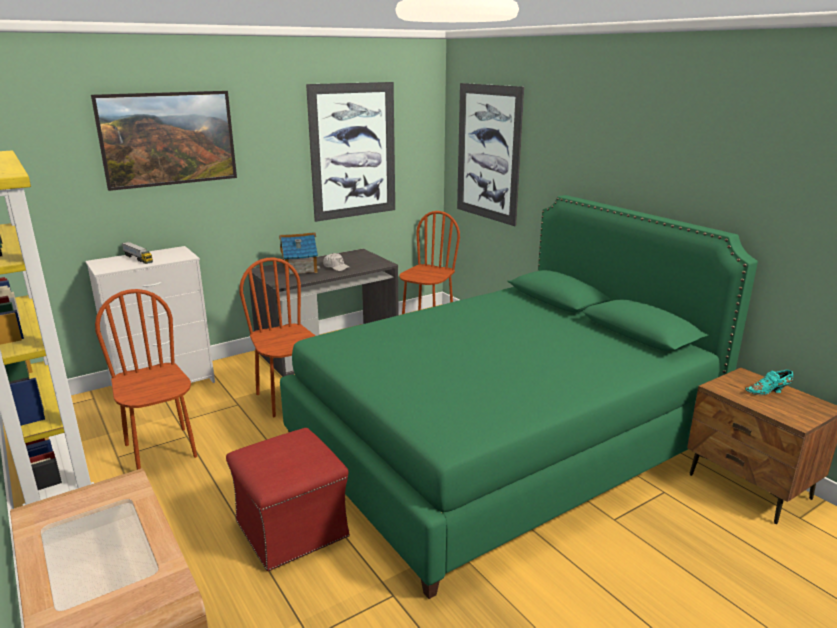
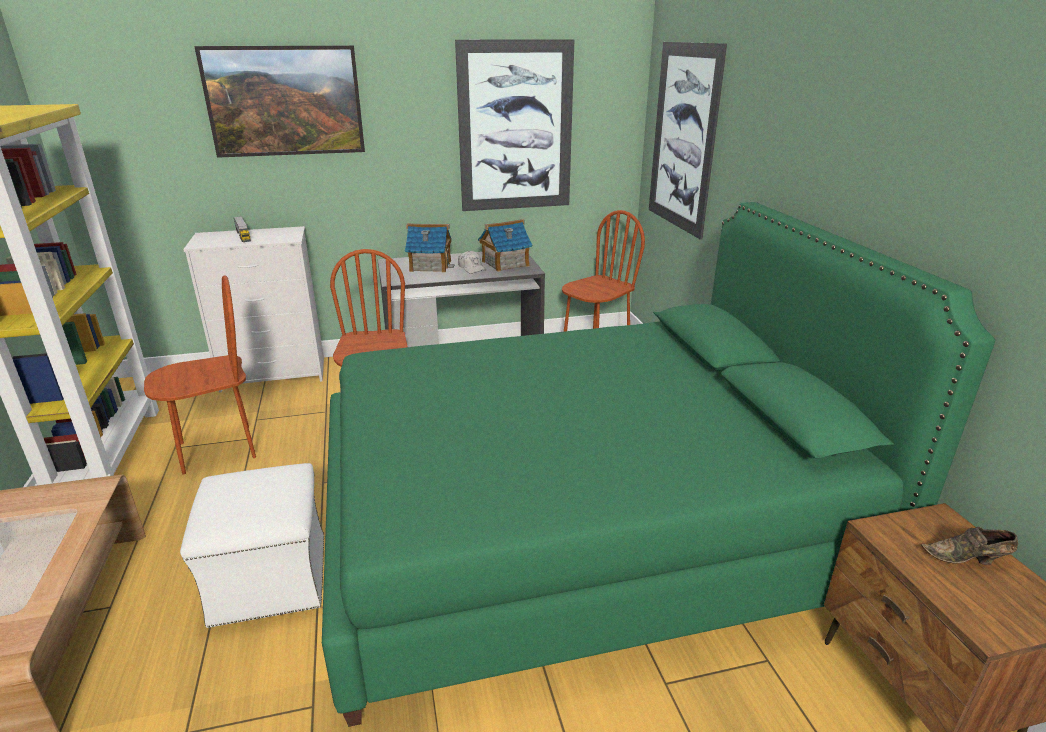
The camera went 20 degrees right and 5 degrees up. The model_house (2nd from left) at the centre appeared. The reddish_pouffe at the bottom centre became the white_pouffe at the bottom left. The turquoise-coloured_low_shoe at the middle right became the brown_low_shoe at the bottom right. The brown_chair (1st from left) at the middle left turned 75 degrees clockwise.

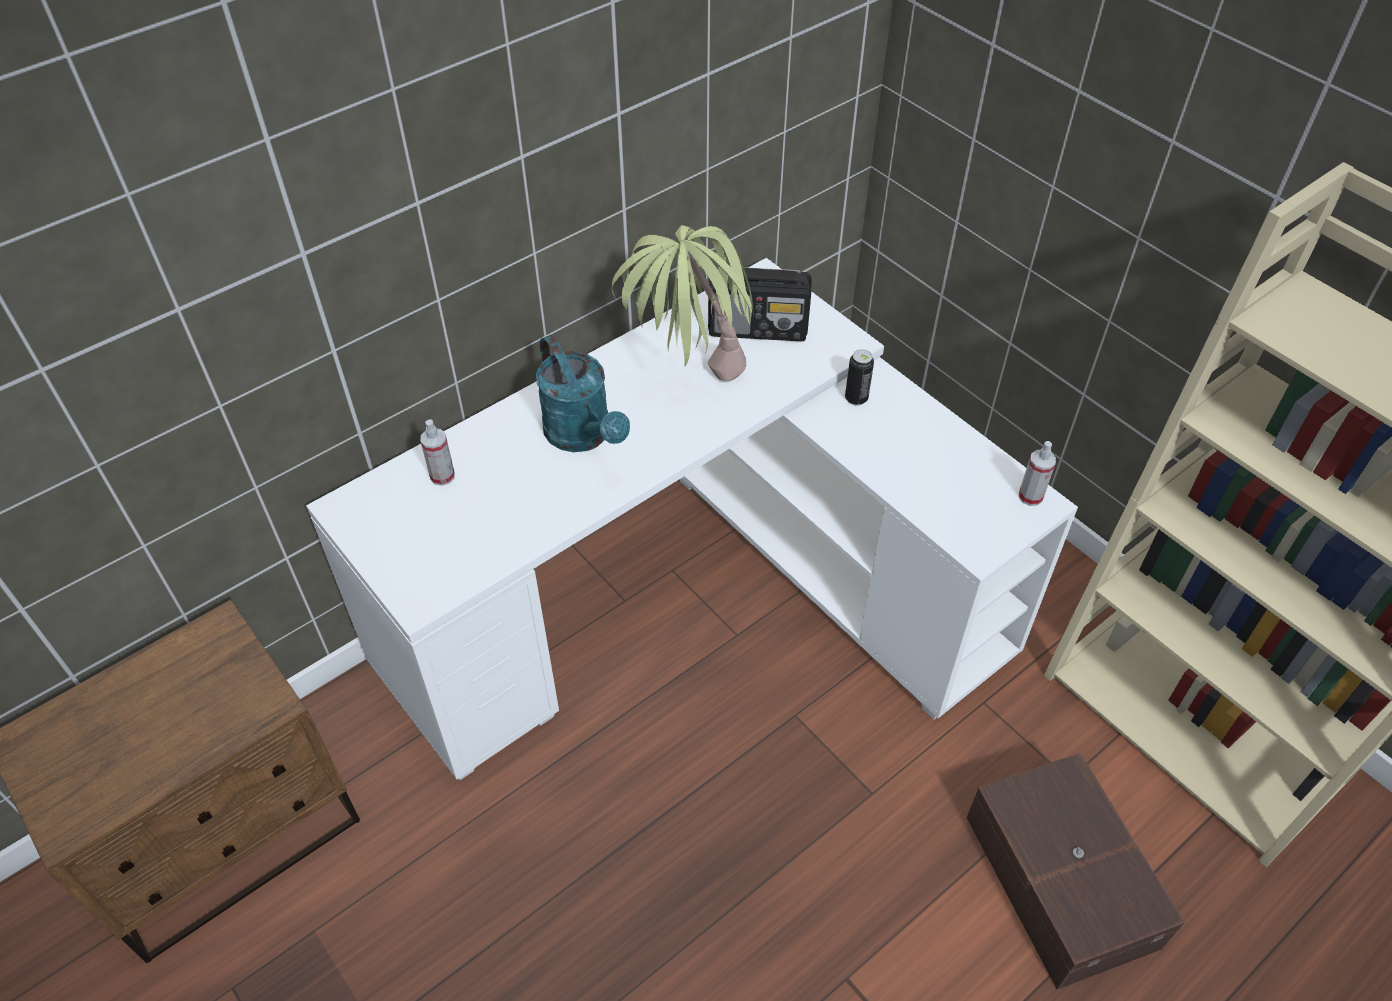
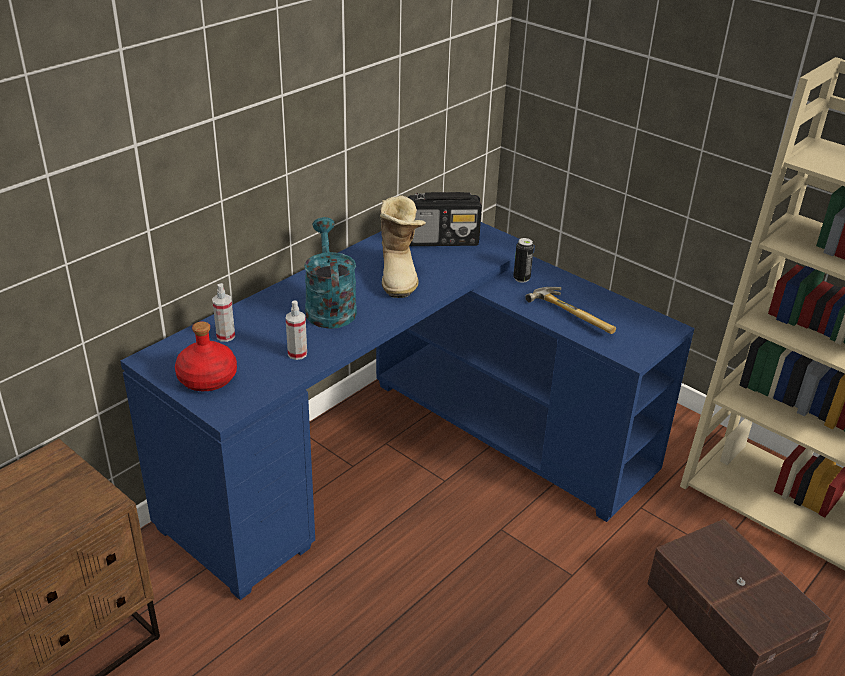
The camera went 10 degrees left and 15 degrees down. The reddish_bottle at the middle left appeared. The hand_hammer at the middle right appeared. The spray_bottle (2nd from left) moved from the middle right to the centre. The potted_plant at the top centre was replaced by the high-top_boot at the centre. The white_desk at the centre became the bluish_desk at the centre. The turquoise-coloured_watering_pot at the centre turned 150 degrees counterclockwise.

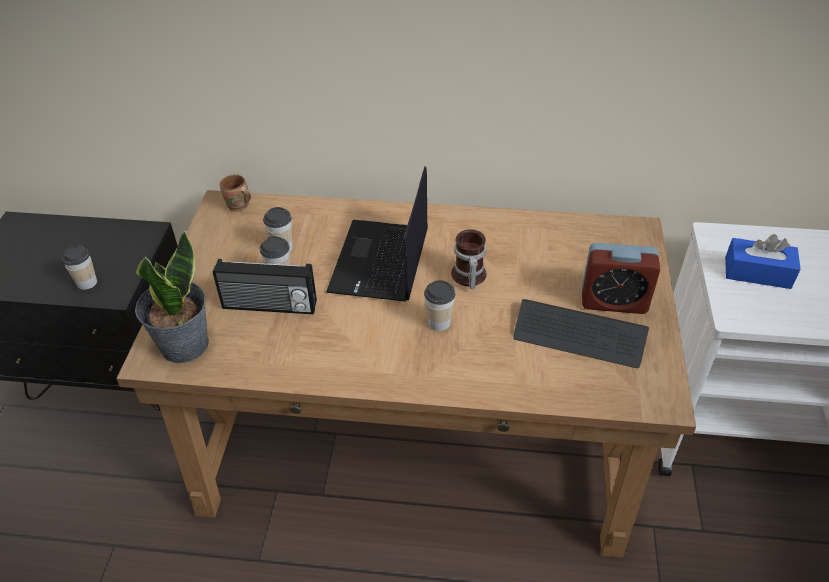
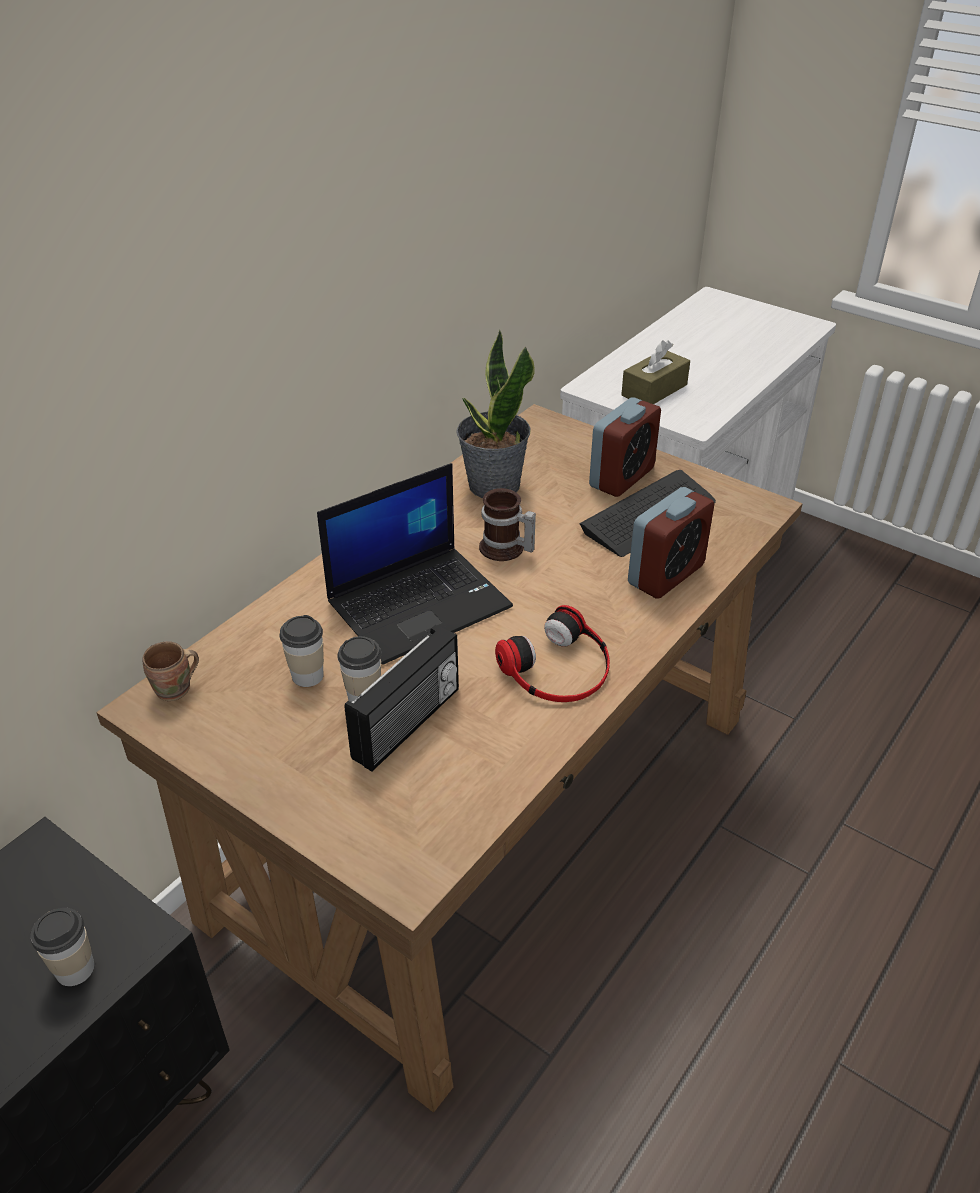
The camera went 60 degrees left and 5 degrees down. The small_cup (4th from left) at the centre disappeared. The headset at the centre appeared. The table_clock (2nd from left) at the middle right appeared. The potted_plant moved from the middle left to the centre. The bluish_tissue_holder at the middle right became the brown_tissue_holder at the top right. The portable_computer at the centre turned 75 degrees counterclockwise.

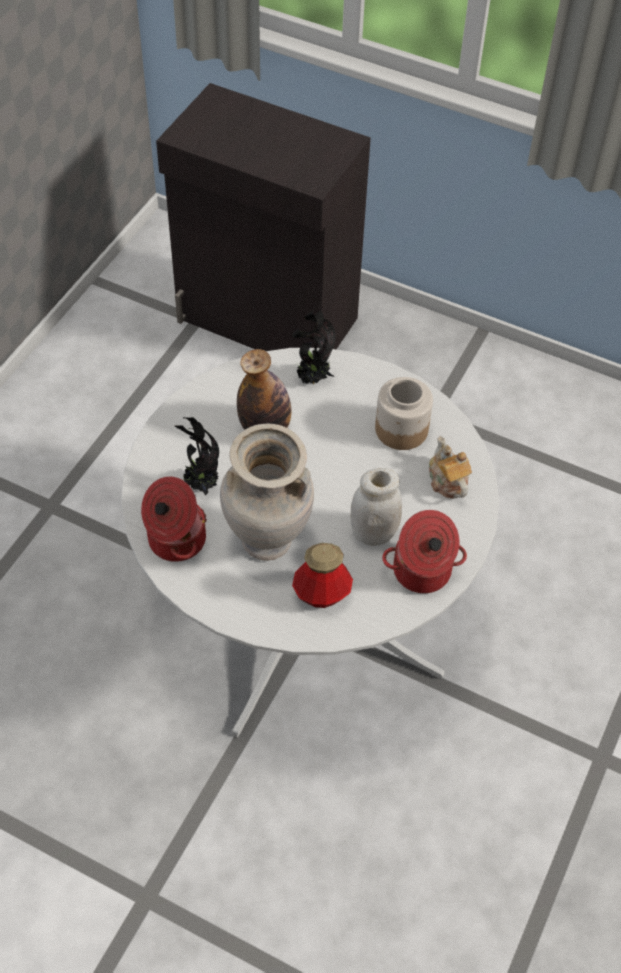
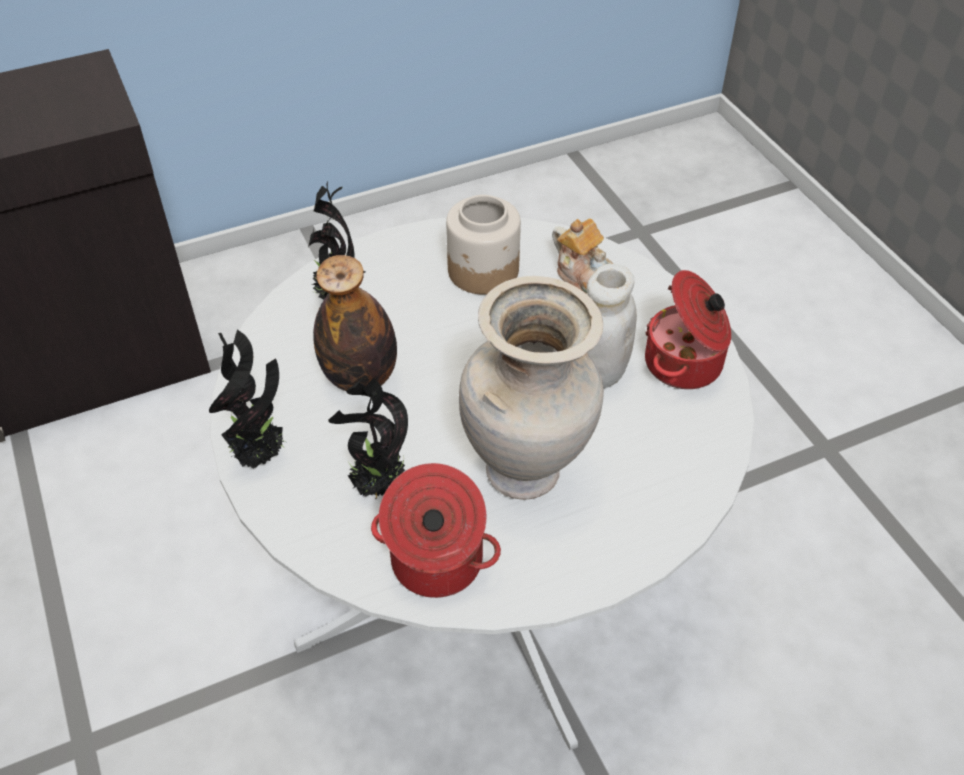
The camera went 50 degrees left and 5 degrees down. The bottle (2nd from left) at the centre disappeared. The potted_plant (1st from left) at the middle left appeared. The teapot at the middle right turned 150 degrees counterclockwise.

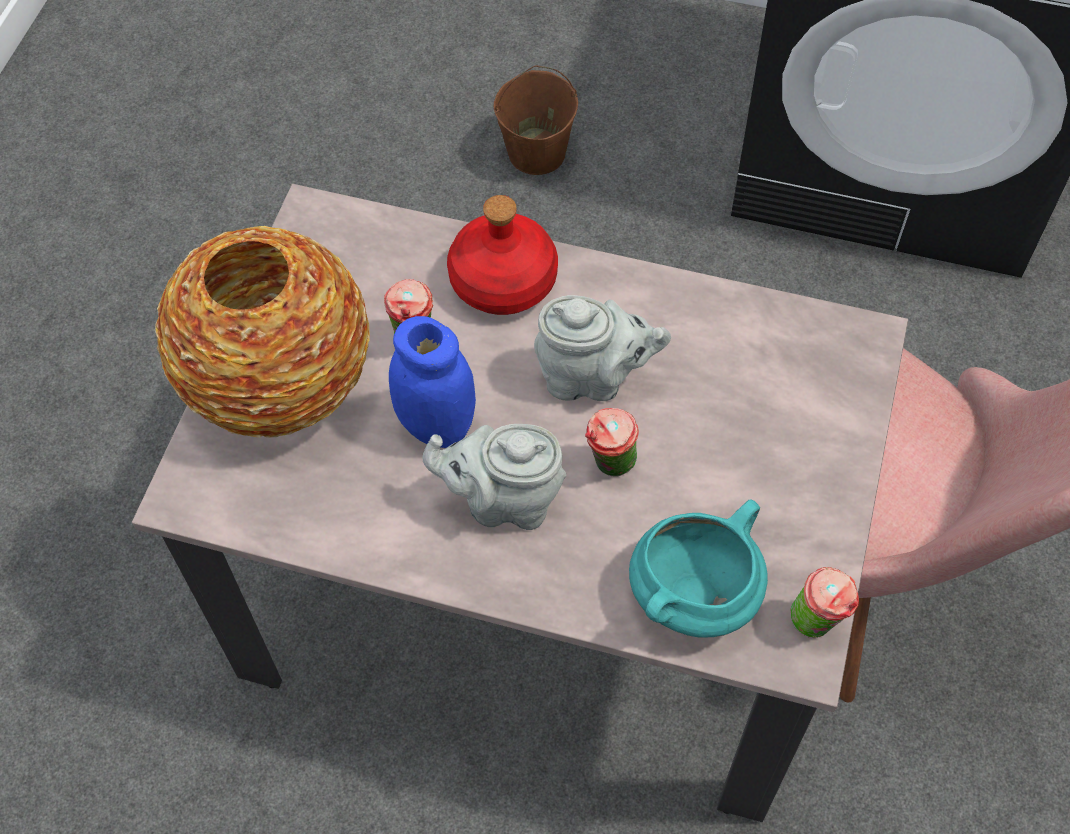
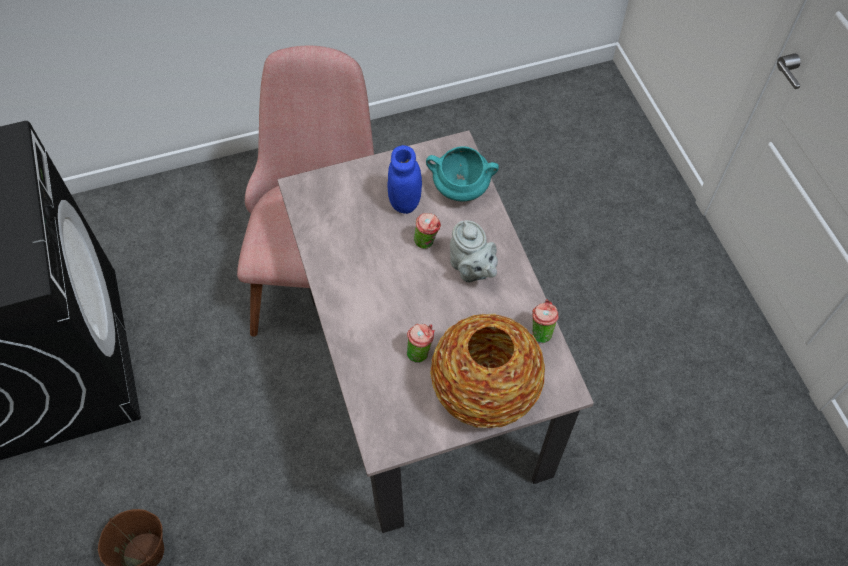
The camera went 125 degrees left and 0 degrees up. The reddish_bottle at the top centre disappeared. The greyish_teapot (2nd from left) at the centre disappeared. The bluish_storage_jar moved from the centre to the top centre. The small_cup (3rd from left) moved from the bottom right to the centre.

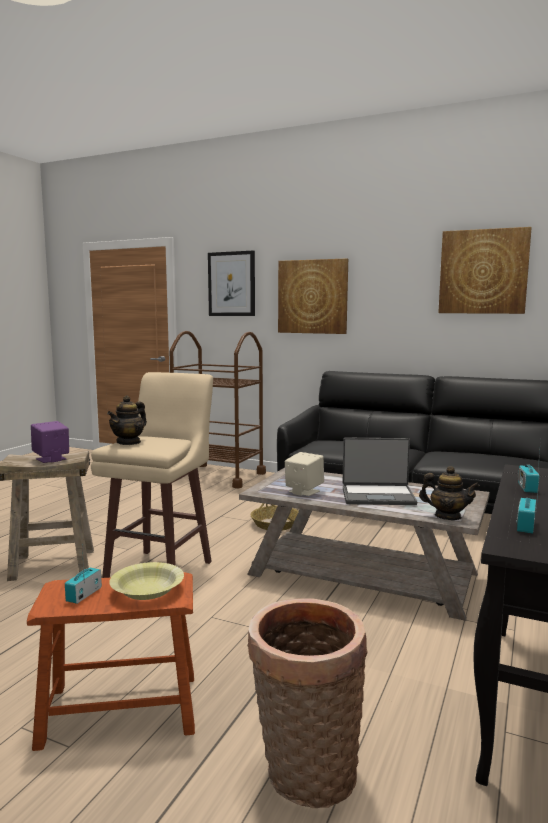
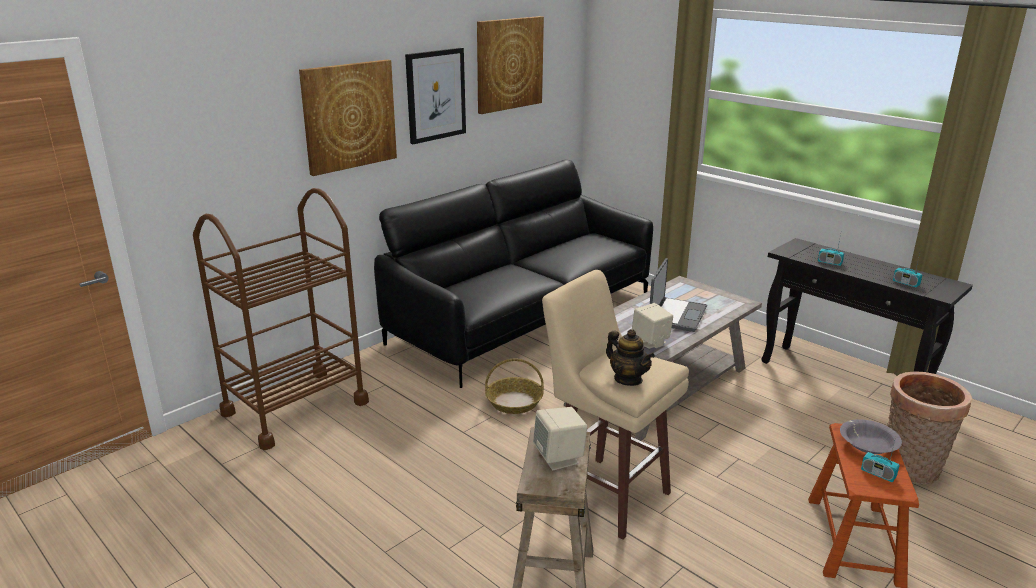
The camera went 70 degrees left and 15 degrees up. The teapot (2nd from left) at the middle right disappeared. The wall_picture (1st from left in the first image) moved from the centre to the top centre. The purple_audio_speaker at the middle left became the beige_audio_speaker (1st from left) at the bottom centre. The yellowish_bowl at the bottom left became the greyish_bowl at the bottom right.

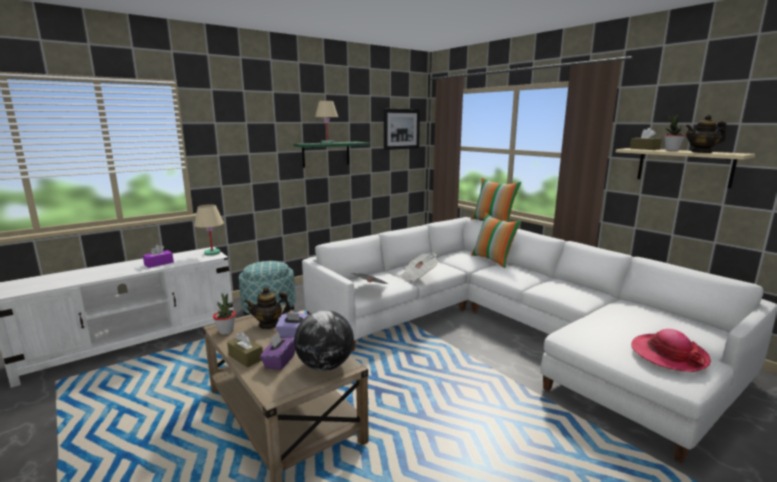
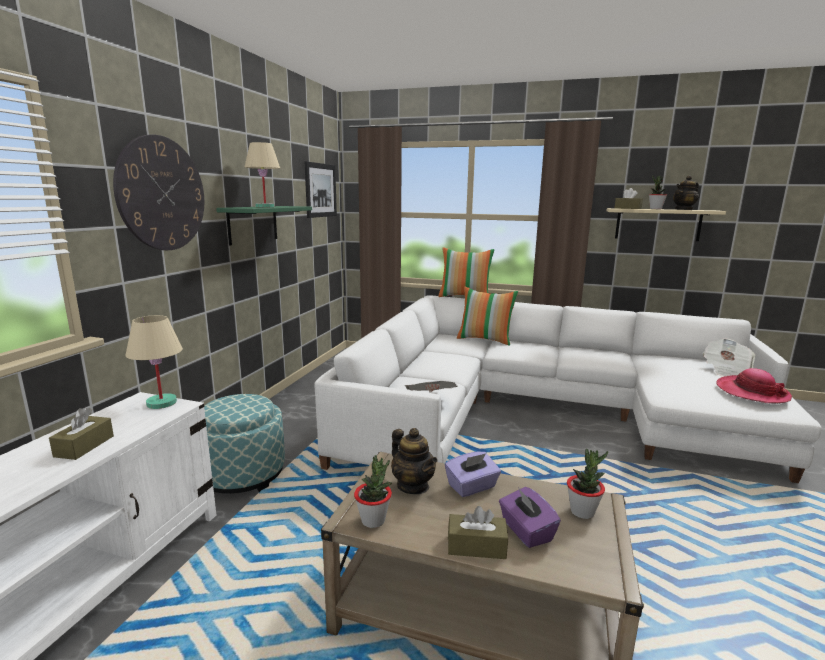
The camera went 35 degrees left and 0 degrees up. The wall_clock at the top left appeared. The printed_paper (2nd from left) moved from the centre to the middle right. The world_globe at the bottom centre was replaced by the potted_plant (2nd from left) at the bottom right. The purple_tissue_holder (1st from left) at the middle left became the brown_tissue_holder (1st from left) at the middle left. The teapot (1st from left) at the centre turned 75 degrees counterclockwise.

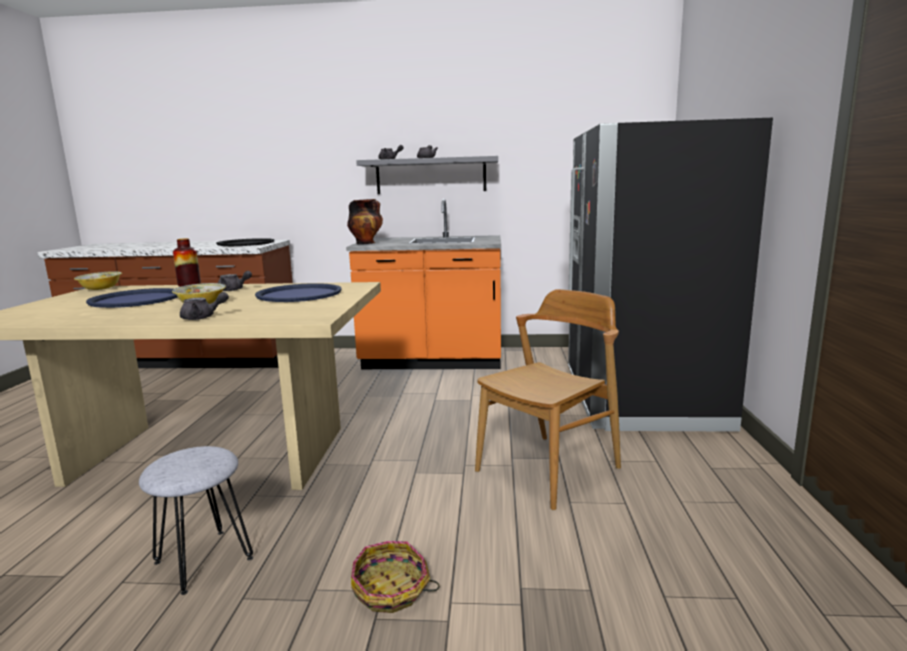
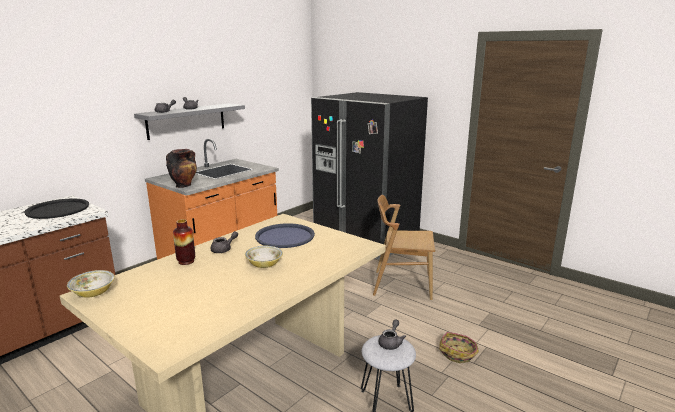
The camera went 55 degrees left and 5 degrees up. The bluish_tray (1st from left) at the middle left disappeared. The greyish_teapot (1st from left in the first image) moved from the middle left to the bottom centre. The brown_chair at the centre turned 75 degrees counterclockwise.

